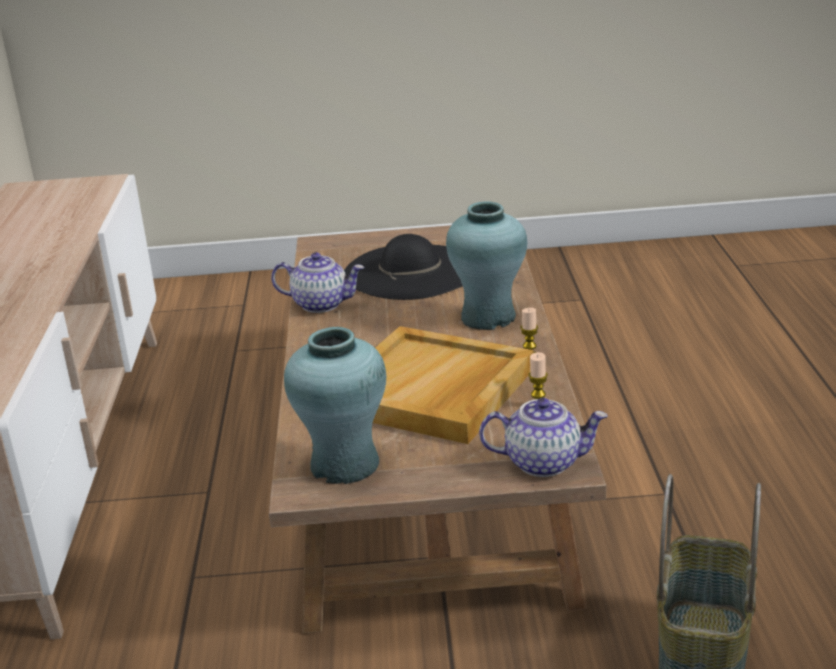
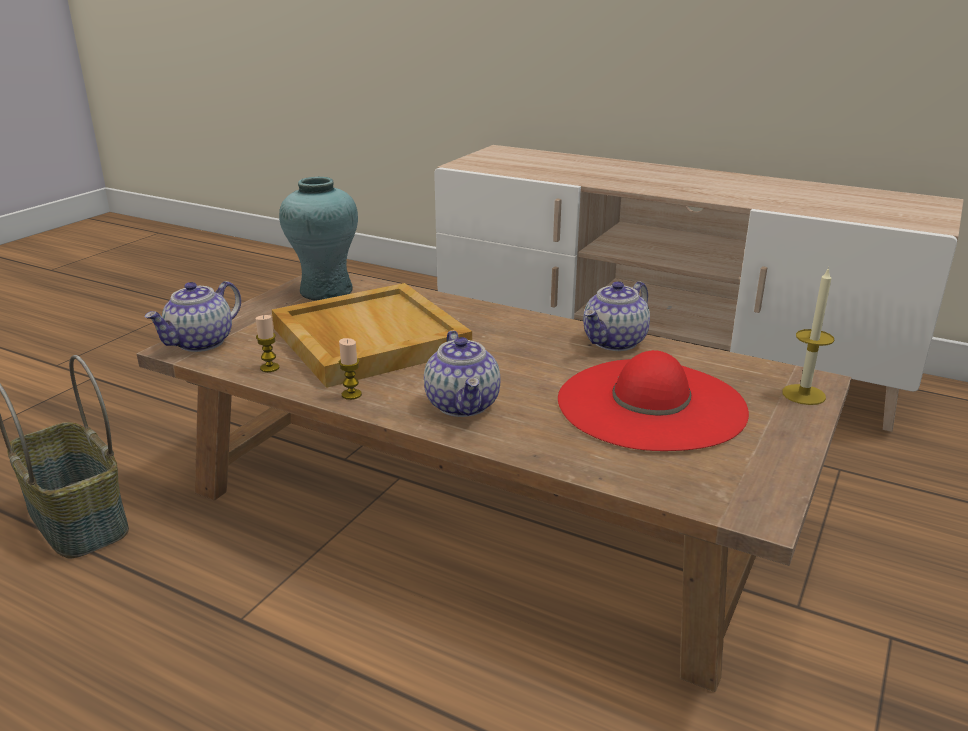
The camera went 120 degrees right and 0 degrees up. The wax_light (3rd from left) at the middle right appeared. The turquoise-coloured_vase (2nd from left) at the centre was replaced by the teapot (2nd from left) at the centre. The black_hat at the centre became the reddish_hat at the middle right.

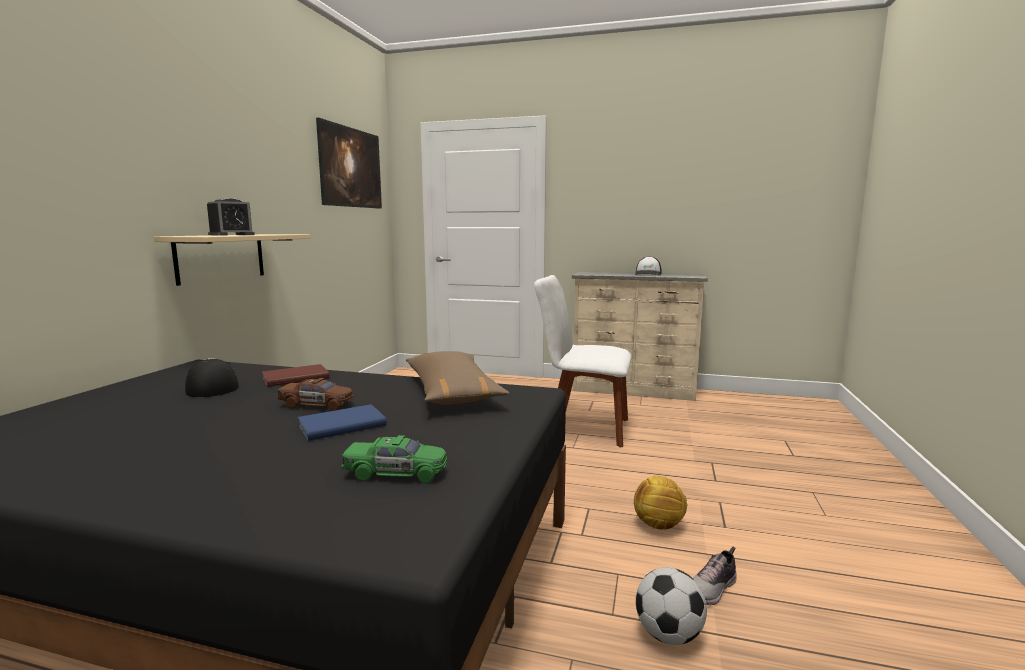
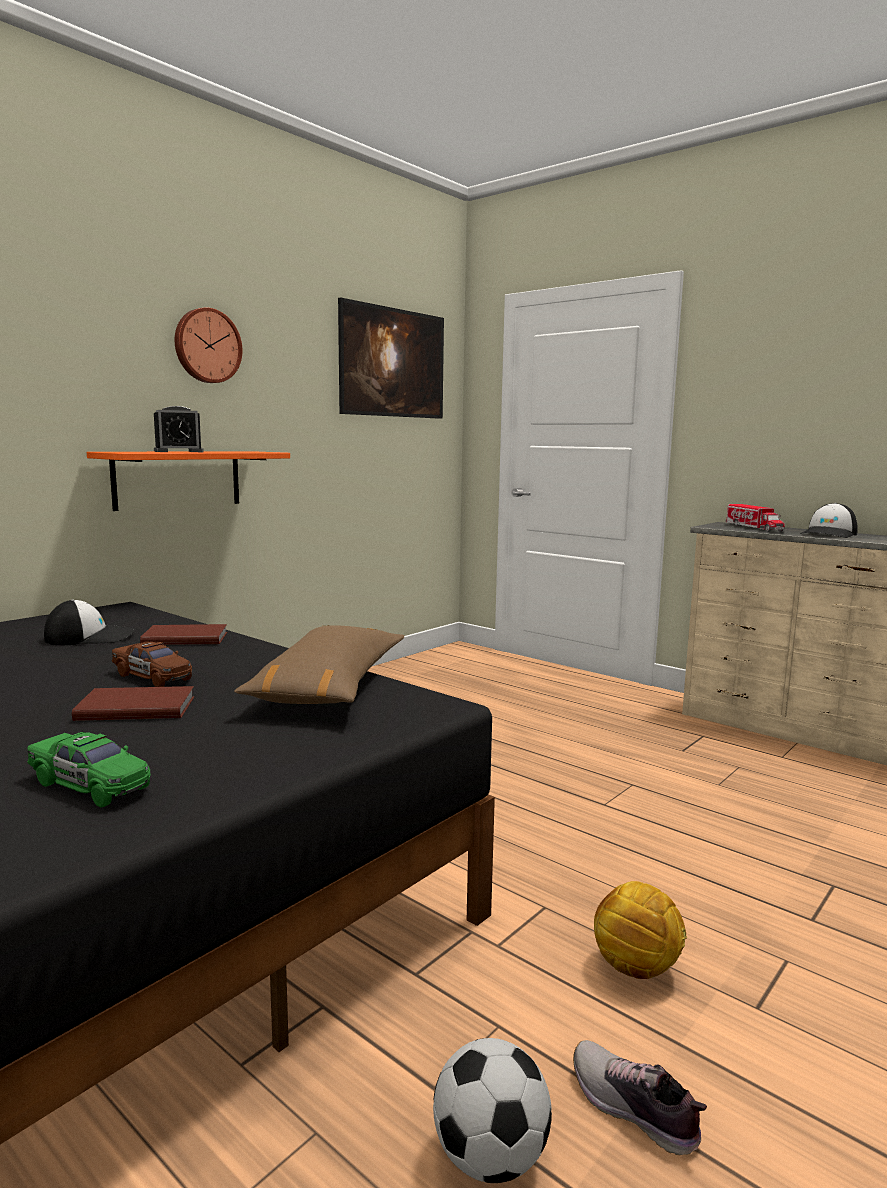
The camera went 25 degrees right and 0 degrees up. The white_chair at the centre disappeared. The wall_clock at the top left appeared. The toy_lorry at the middle right appeared. The beige_bracket_shelf at the middle left became the orange_bracket_shelf at the middle left. The bluish_bound_book at the centre became the brown_bound_book (1st from left) at the middle left. The cap (1st from left) at the middle left turned 75 degrees clockwise. The low_shoe at the bottom right turned 60 degrees clockwise.

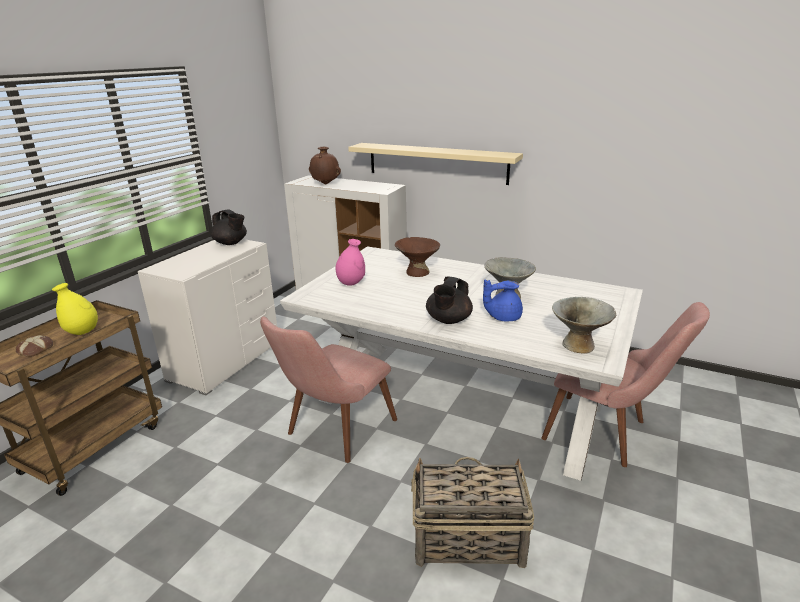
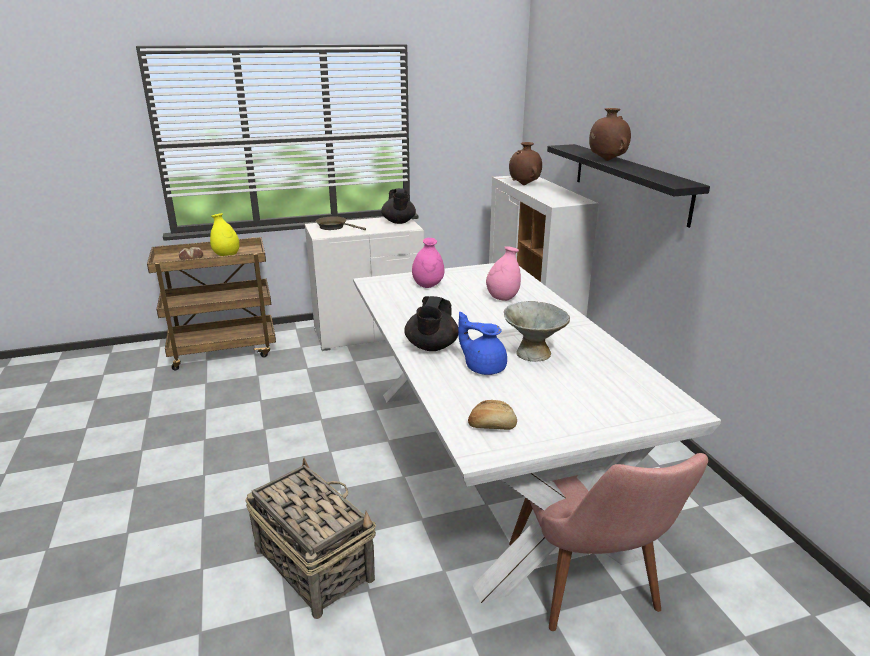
The camera went 45 degrees right and 0 degrees up. The pink-coloured_chair (1st from left) at the centre disappeared. The brown_frying_pan at the centre appeared. The brown_vase (2nd from left) at the top right appeared. The brown_bowl at the centre was replaced by the pink-coloured_vase (2nd from left) at the centre. The greyish_bowl (2nd from left) at the middle right was replaced by the bread (2nd from left) at the centre. The beige_bracket_shelf at the top centre became the black_bracket_shelf at the top right. The black_teapot (2nd from left) at the centre turned 60 degrees counterclockwise.

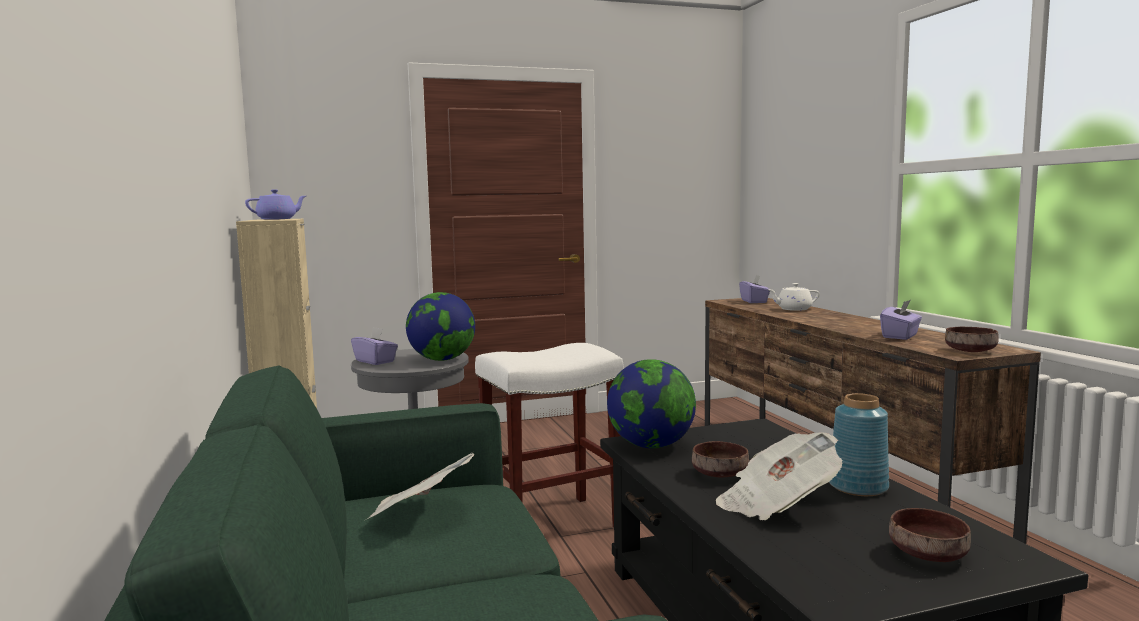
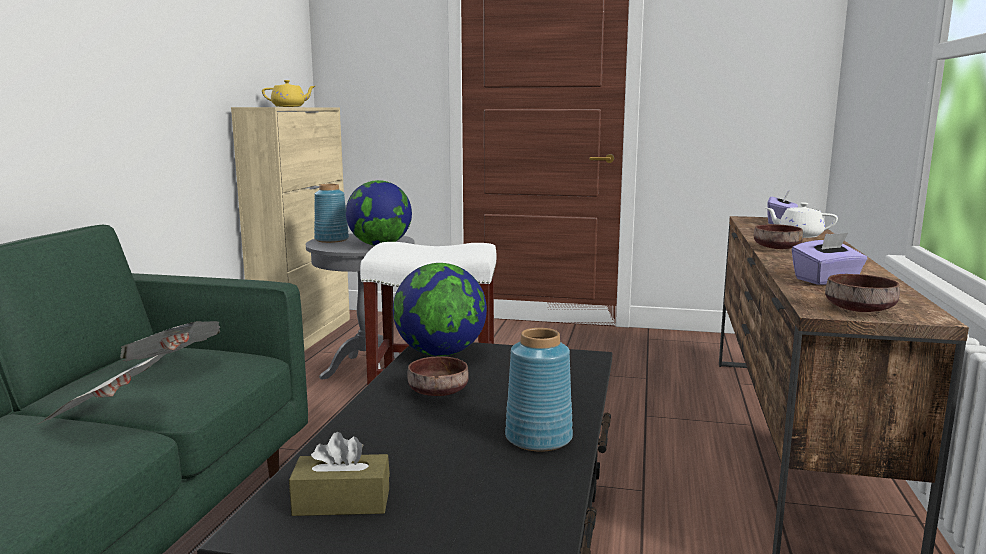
The camera went 30 degrees right and 5 degrees up. The brown_tissue_holder at the bottom centre appeared. The printed_paper (2nd from left in the first image) moved from the bottom right to the bottom left. The brown_bowl (2nd from left) moved from the bottom right to the middle right. The purple_tissue_holder (1st from left) at the middle left was replaced by the bluish_vase (1st from left) at the centre. The purple_teapot at the top left became the yellowish_teapot at the top left.

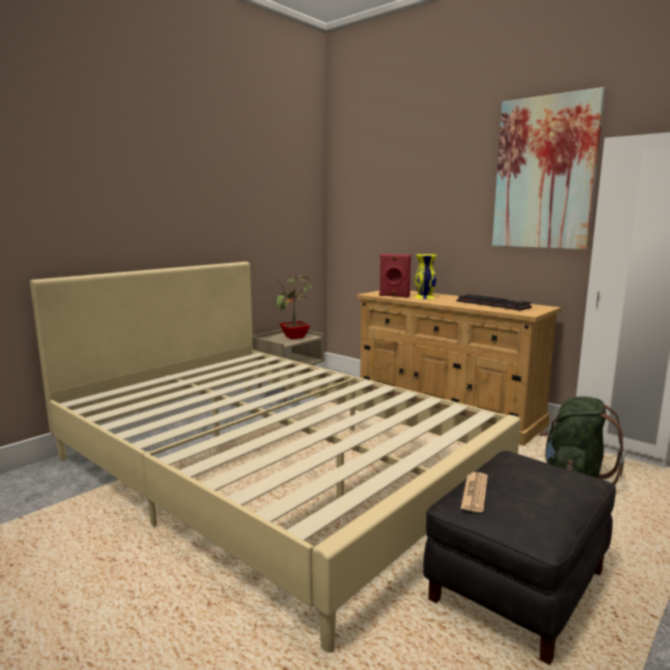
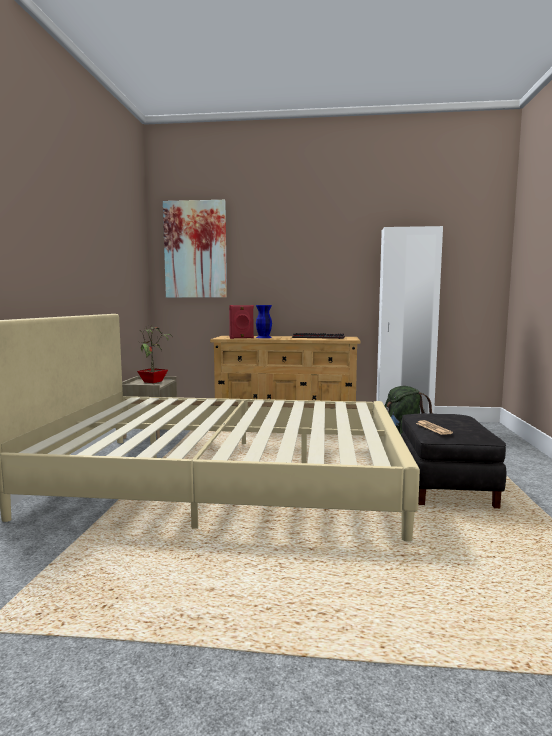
The camera went 35 degrees left and 5 degrees down. The wall_picture moved from the top right to the centre. The yellowish_vase at the centre became the bluish_vase at the centre.

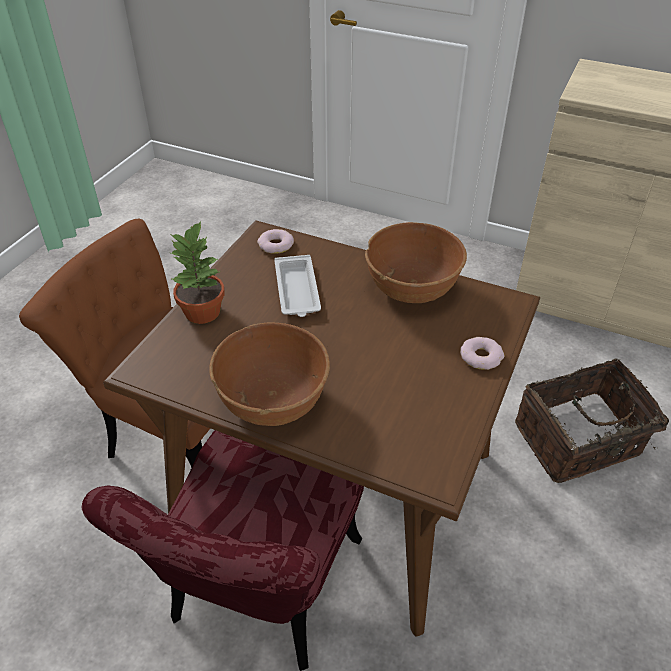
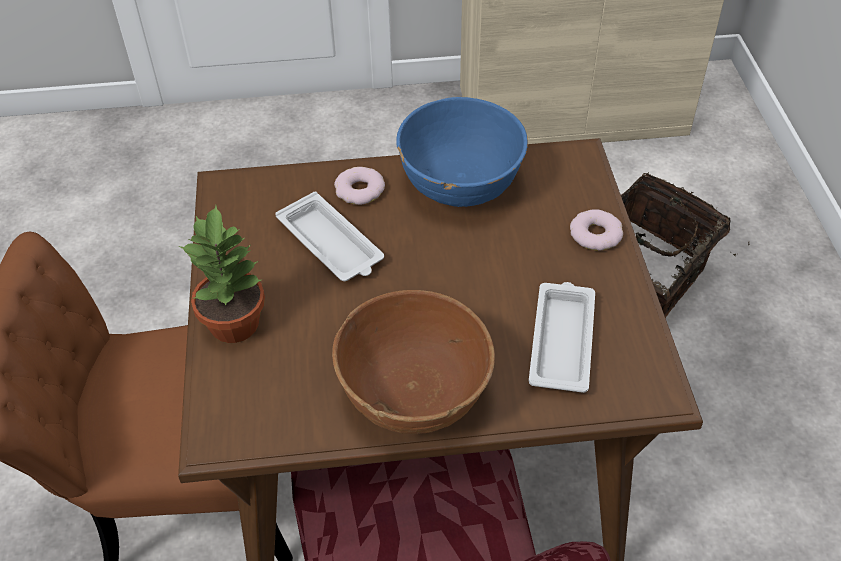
The camera went 30 degrees left and 5 degrees up. The white_tray (2nd from left) at the middle right appeared. The donut (1st from left) moved from the centre to the top centre. The brown_bowl (2nd from left) at the centre became the bluish_bowl at the top centre.

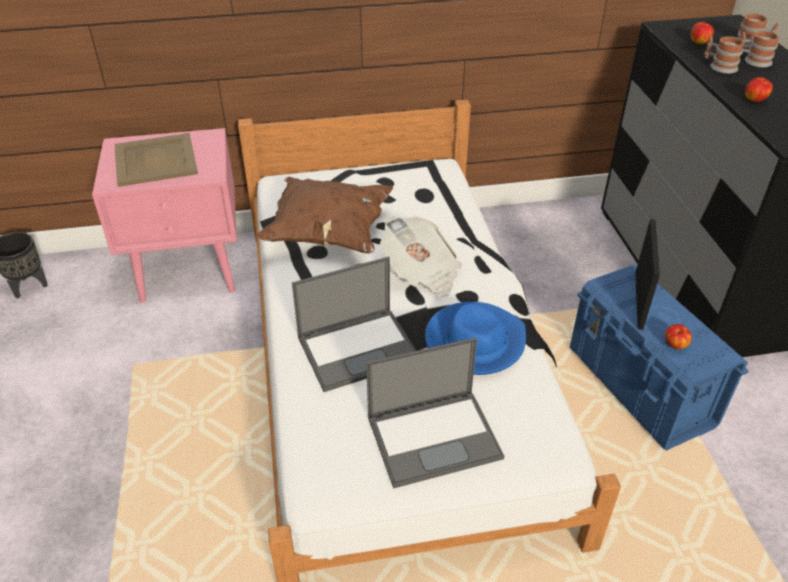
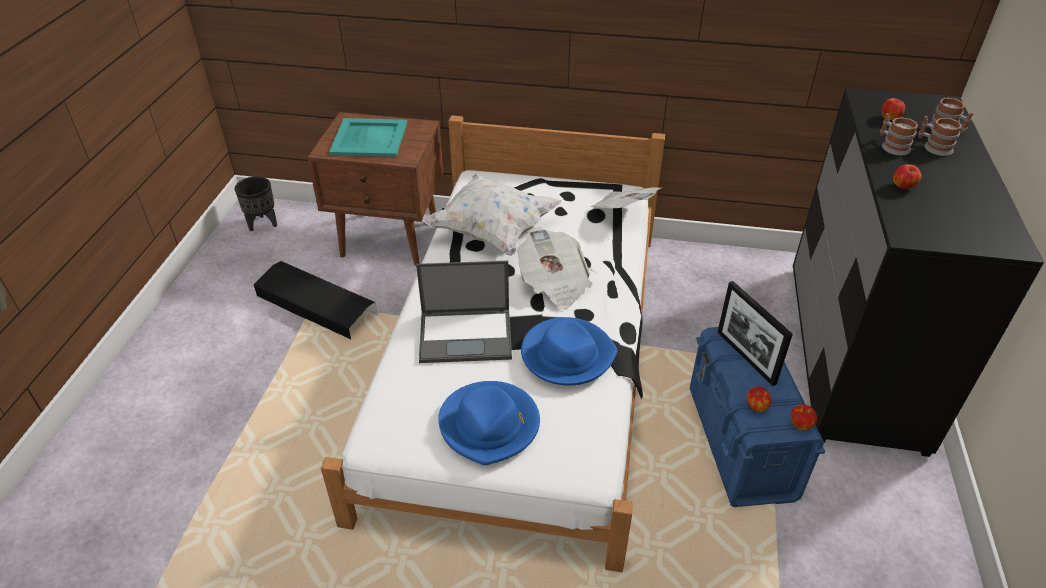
The camera went 20 degrees right and 0 degrees up. The black_storage_container at the middle left appeared. The printed_paper (2nd from left) at the centre appeared. The whole_apple (2nd from left) at the bottom right appeared. The portable_computer (2nd from left) at the bottom centre was replaced by the bluish_hat (1st from left) at the bottom centre. The pink-coloured_nightstand at the middle left became the brown_nightstand at the top centre. The beige_tray at the top left became the turquoise-coloured_tray at the top centre. The brown_pillow at the centre became the white_pillow at the centre. The photo_frame at the middle right turned 120 degrees clockwise.

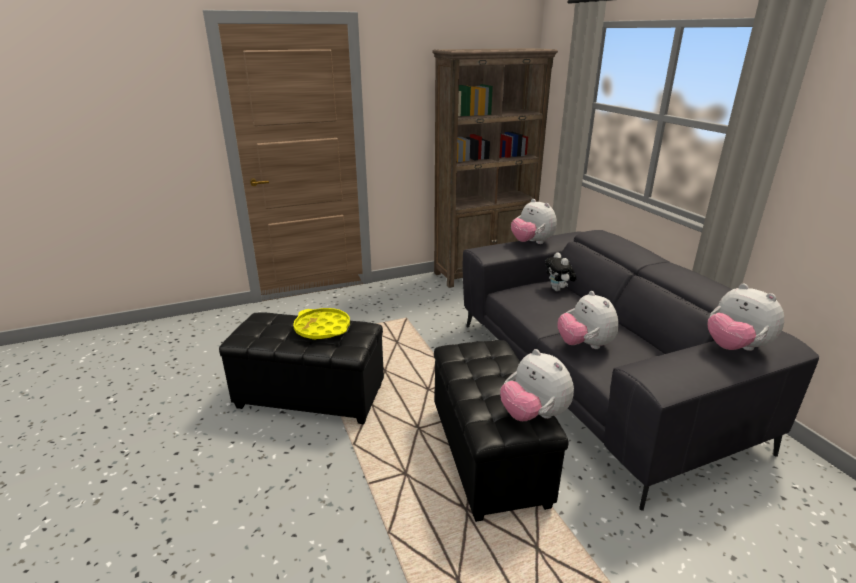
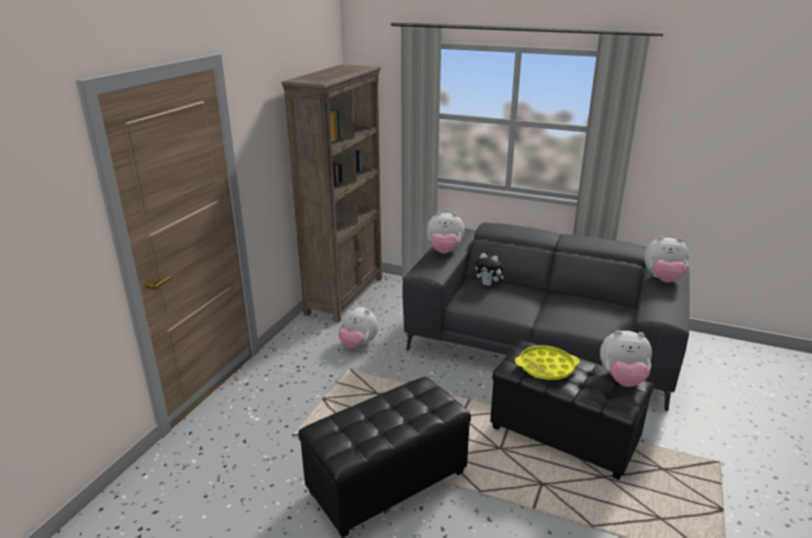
The camera went 45 degrees left and 0 degrees up. The yellowish_tray moved from the centre to the bottom right. The soft_toy (4th from left in the first image) moved from the middle right to the centre.

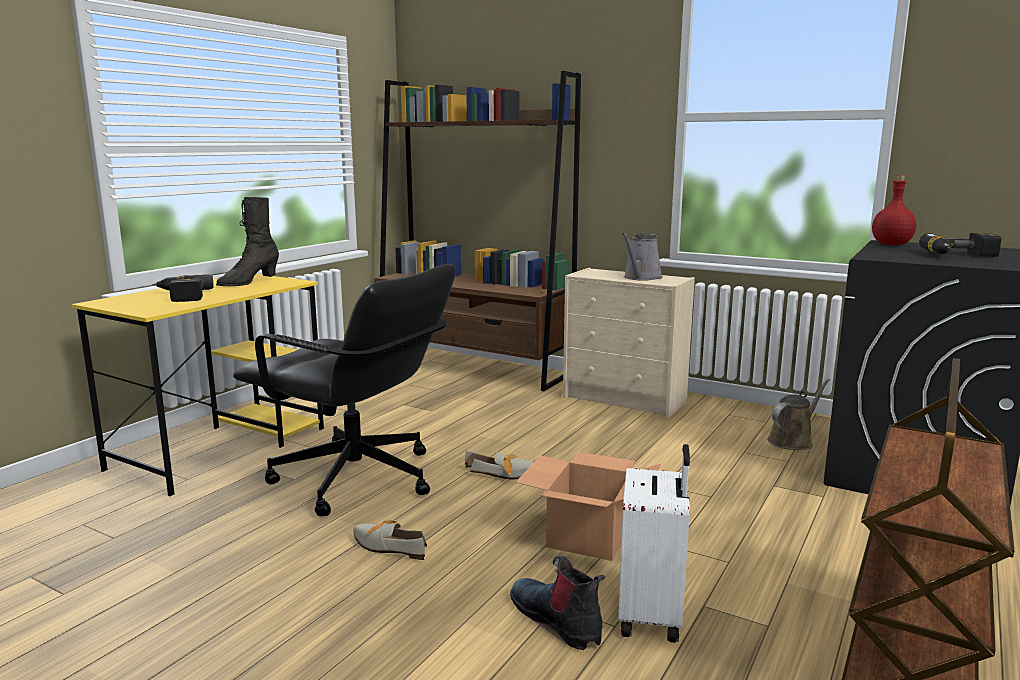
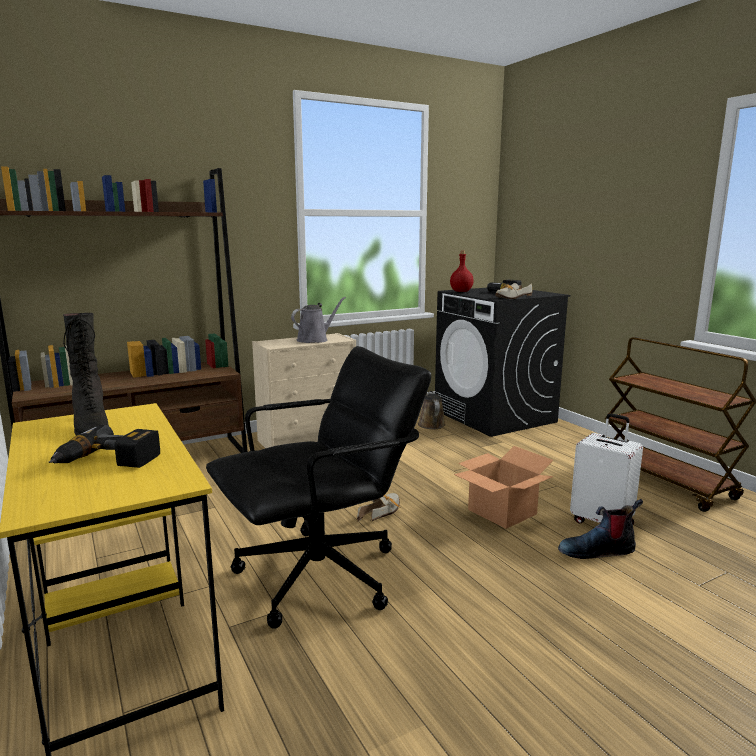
The camera went 60 degrees left and 0 degrees up. The low_shoe (1st from left in the first image) moved from the bottom centre to the middle right. The greyish_watering_pot at the centre turned 105 degrees counterclockwise.

